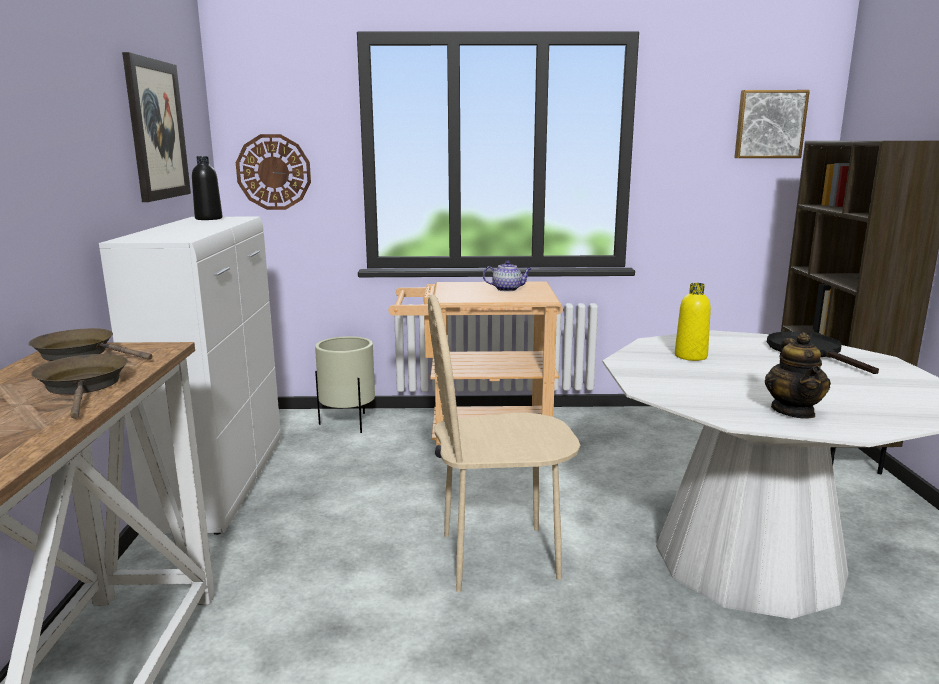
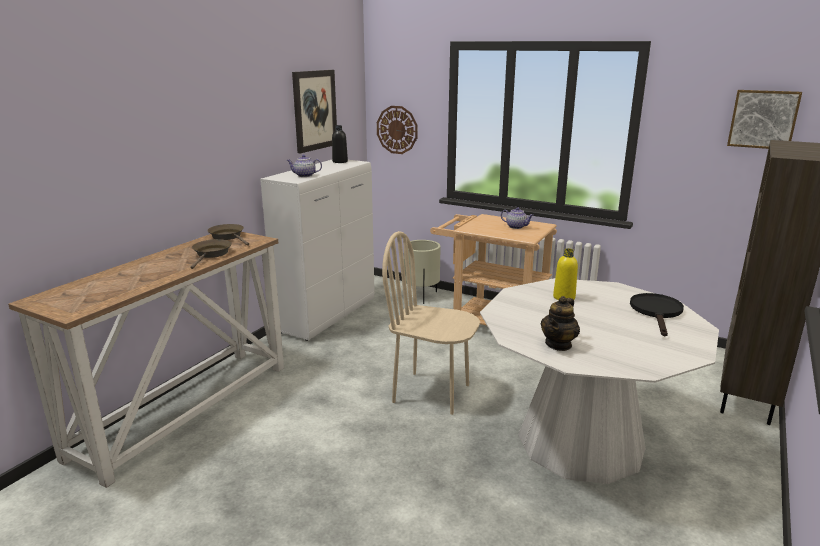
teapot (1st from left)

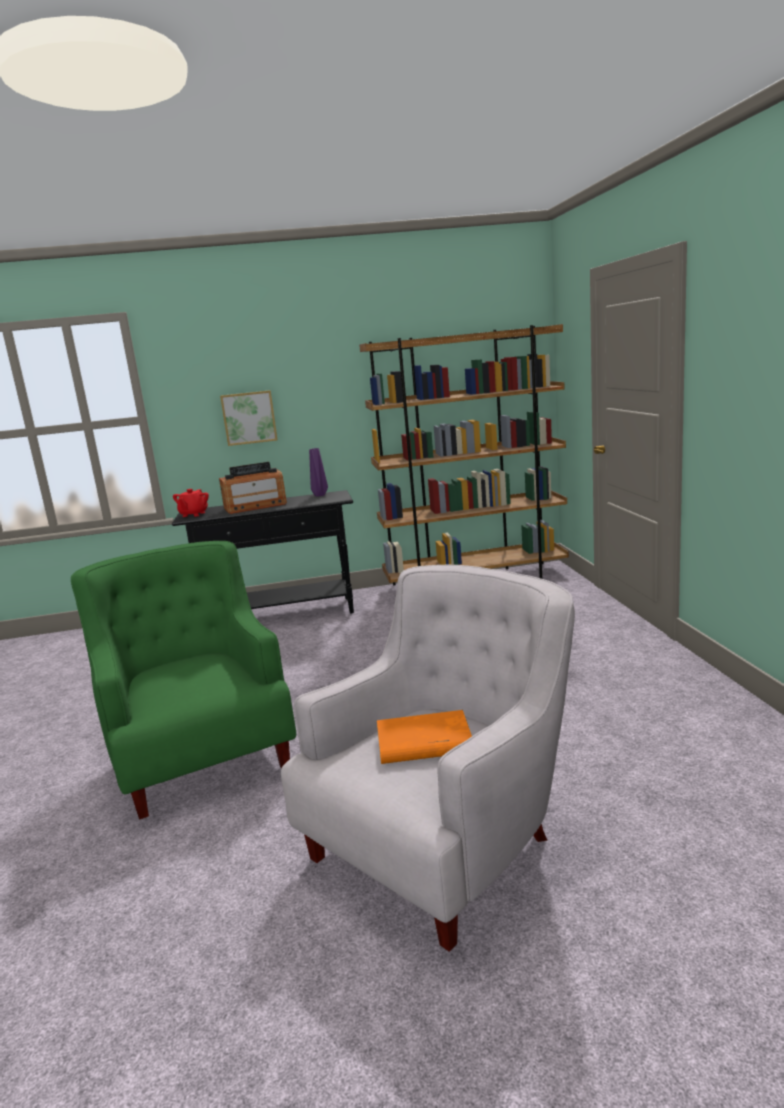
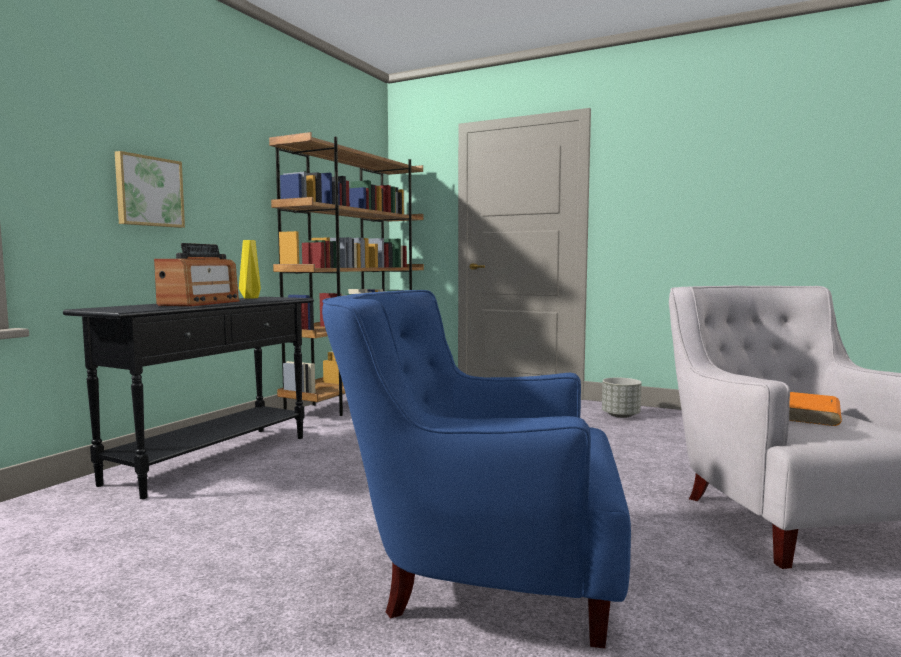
yellow flower vase; blue lounge chair; greyish planter; red teapot

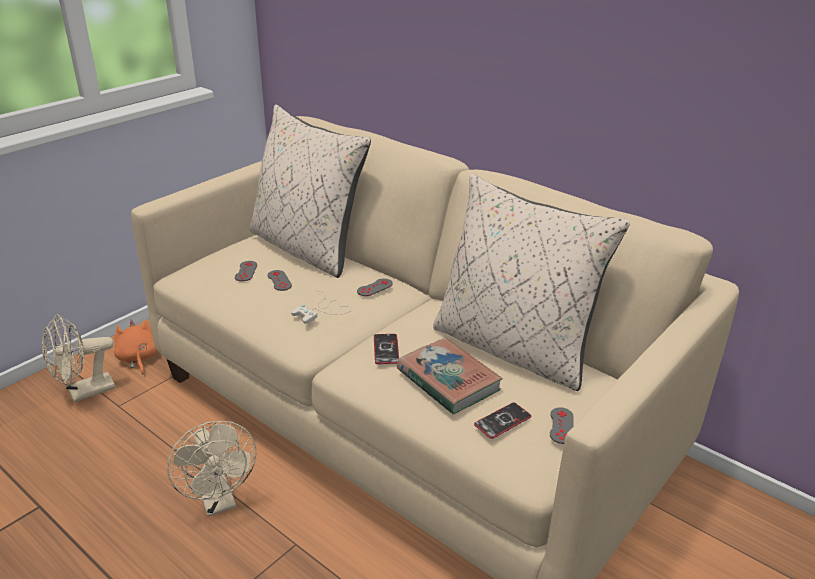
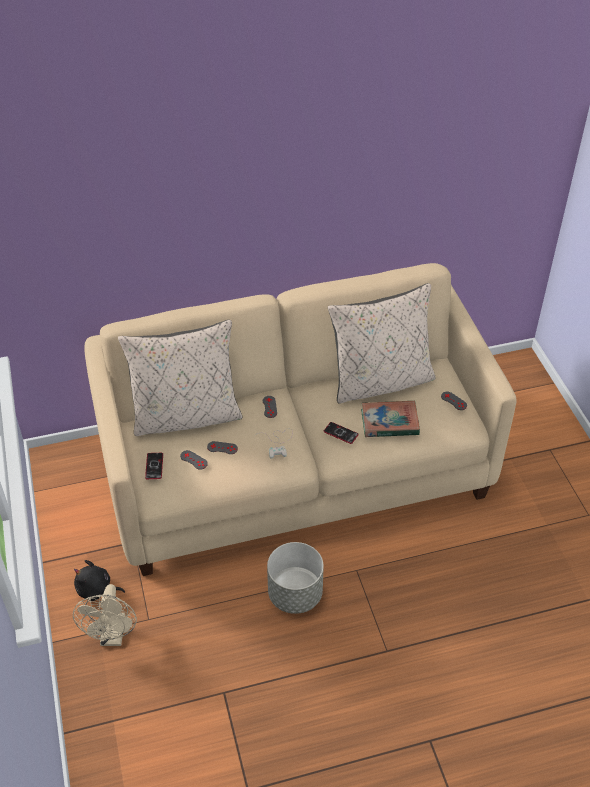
blackish cuddly toy; handset (1st from left); greyish planter

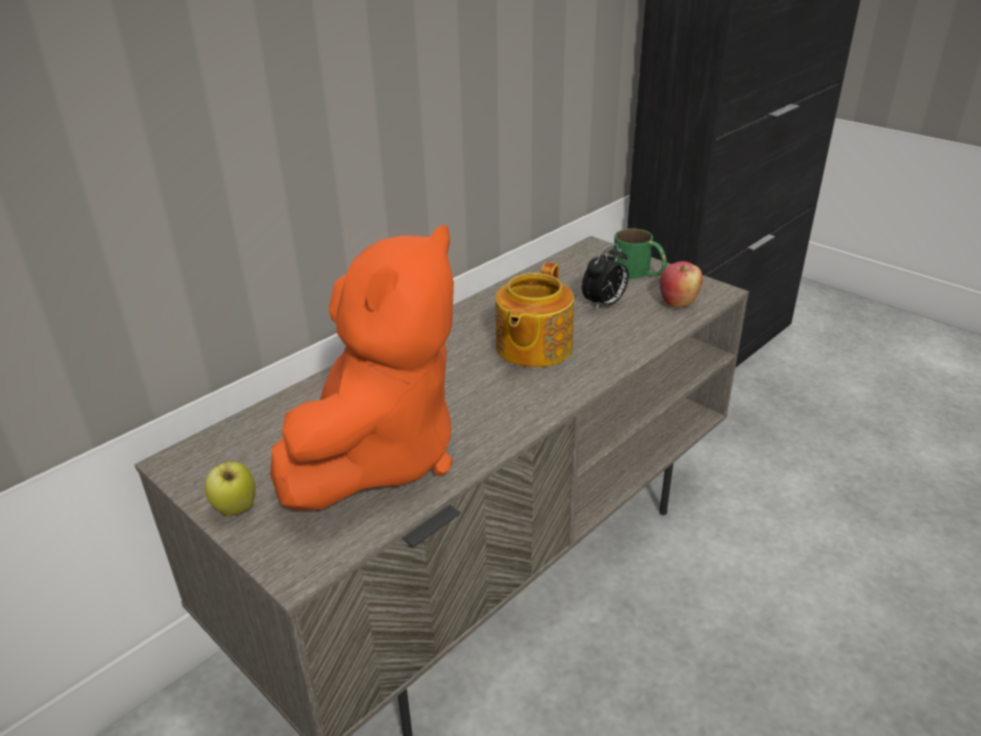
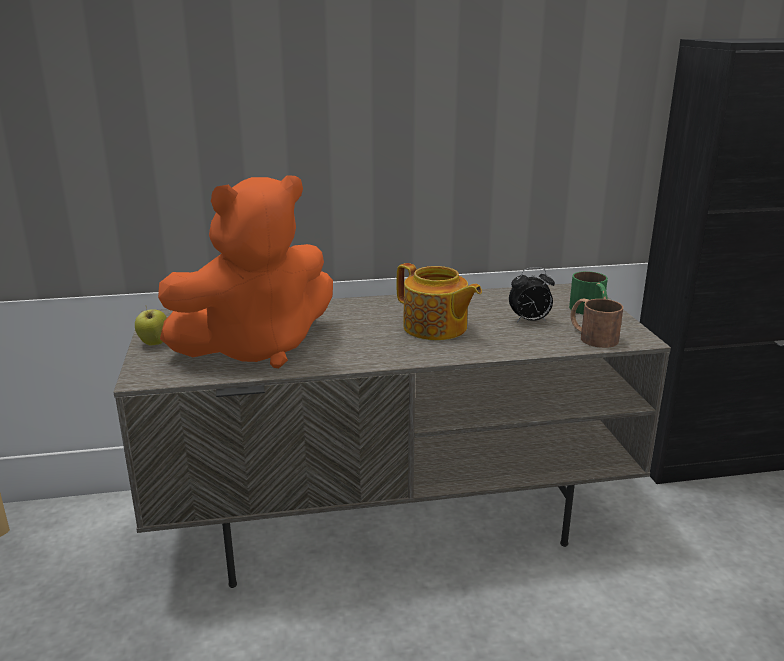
teapot; brown-coloured coffee mug

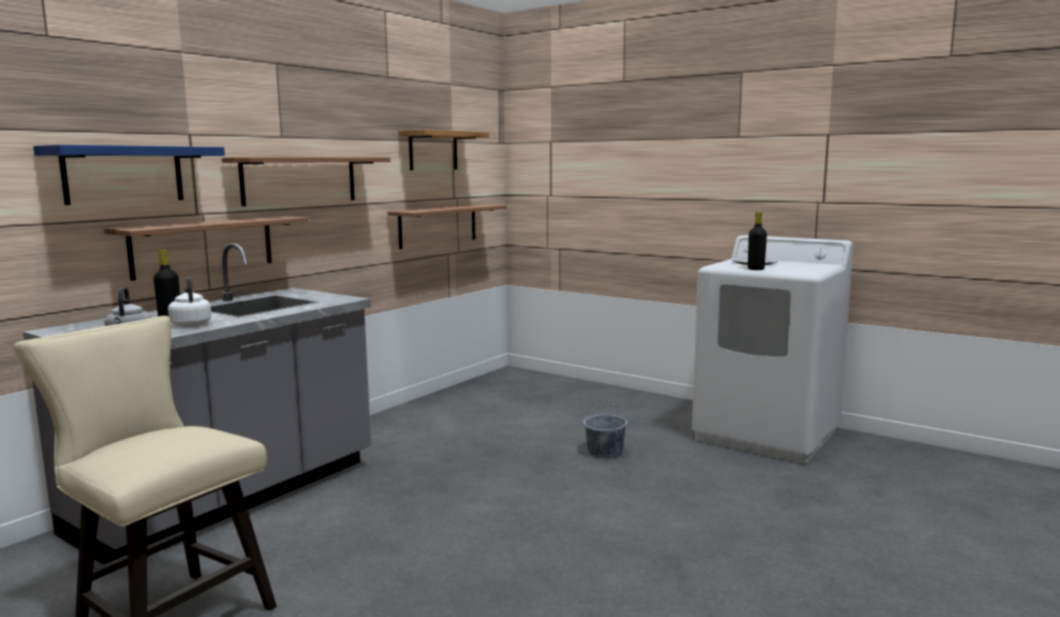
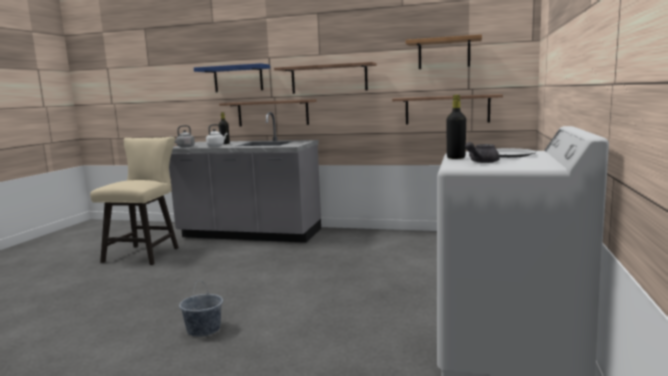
greyish pail; greyish teapot

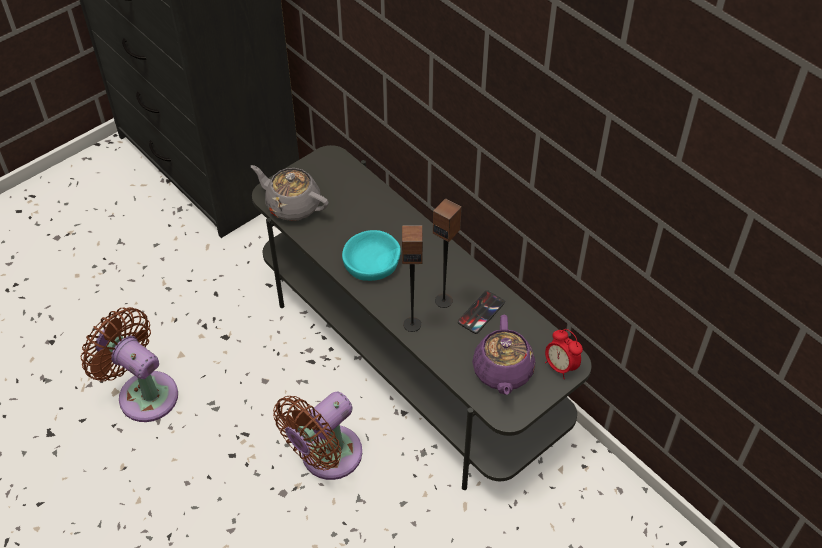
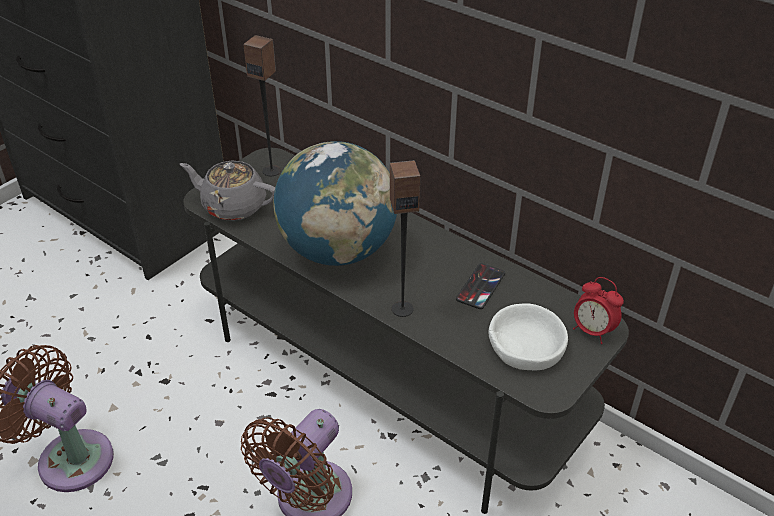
speaker (1st from left); globe; white-coloured deep dish

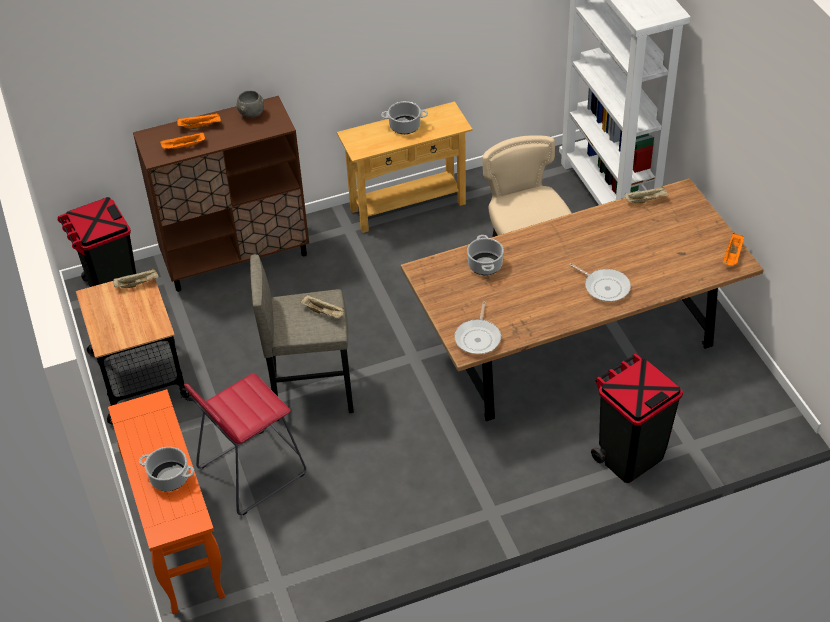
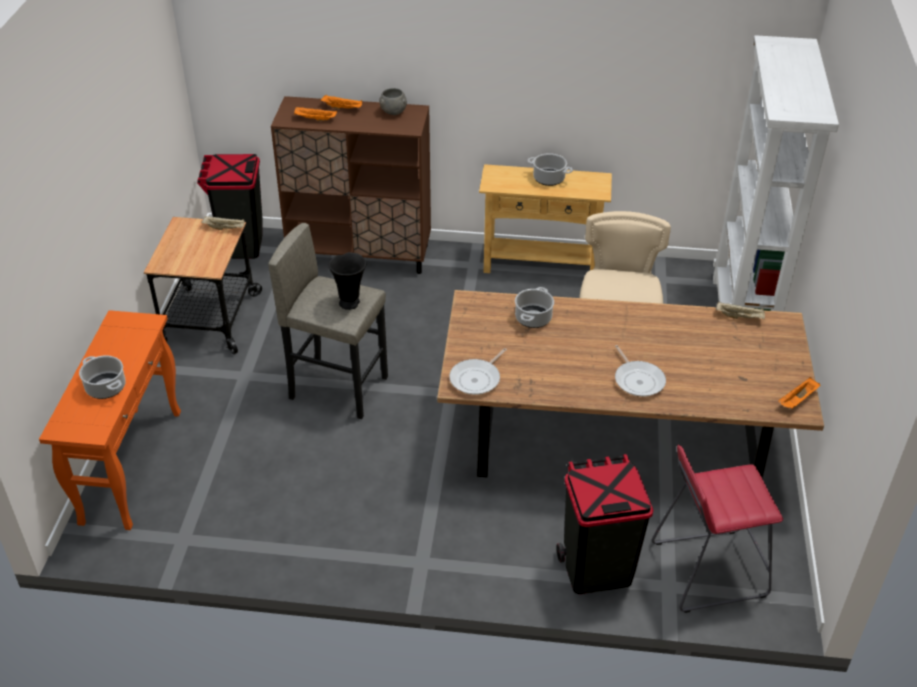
blackish flower vase; red stool seat

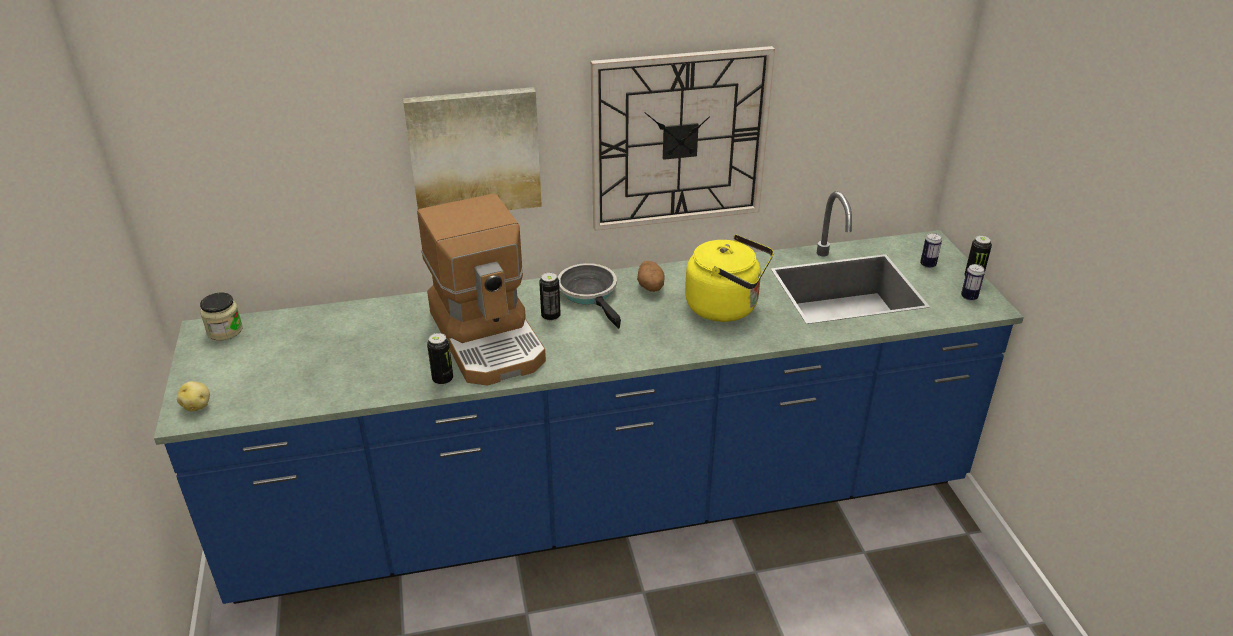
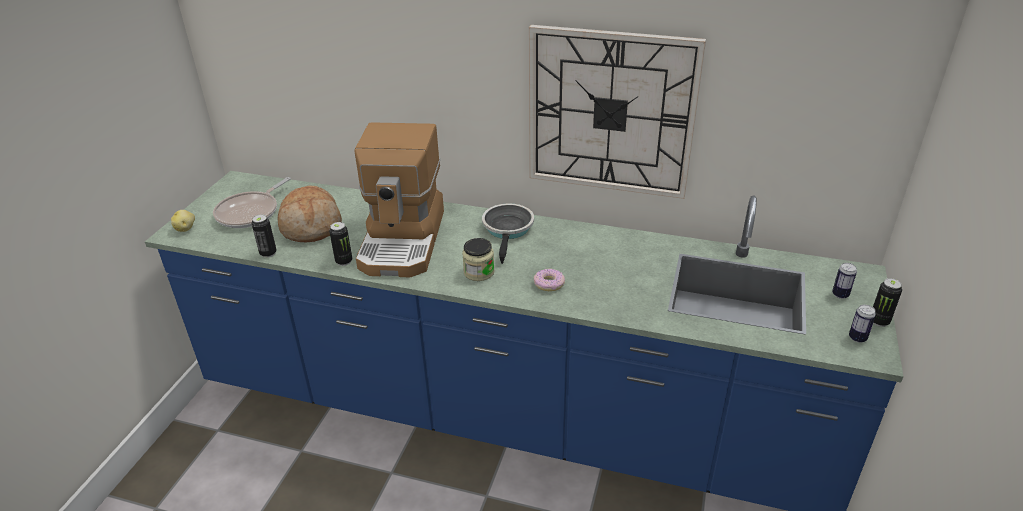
frying pan (1st from left); can (1st from left); baked bread; preserve jar; ring doughnut; picture; potato (2nd from left in the first image); yellow tea kettle

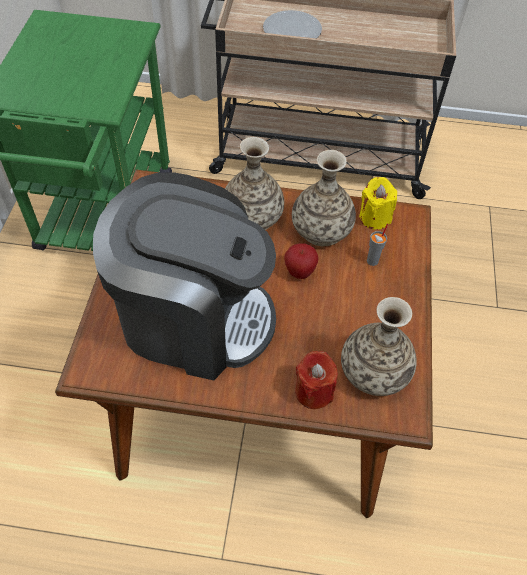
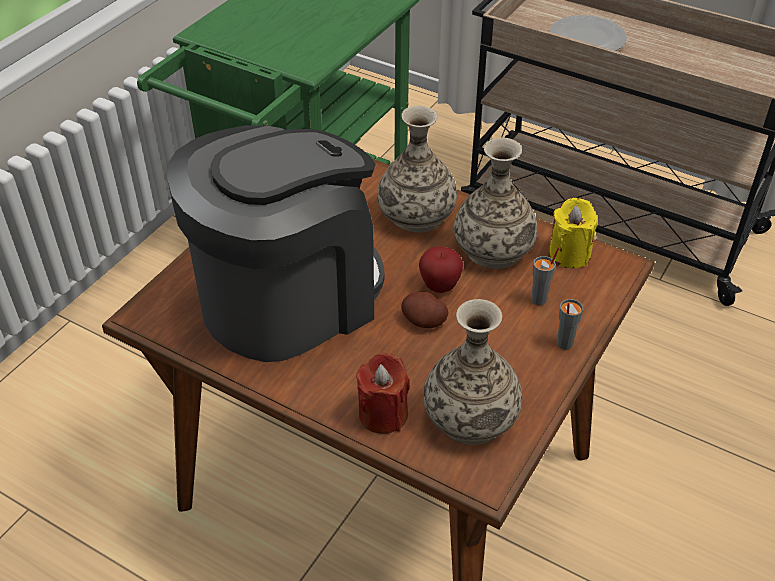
coffee brewer; potato; greyish cup (2nd from left)

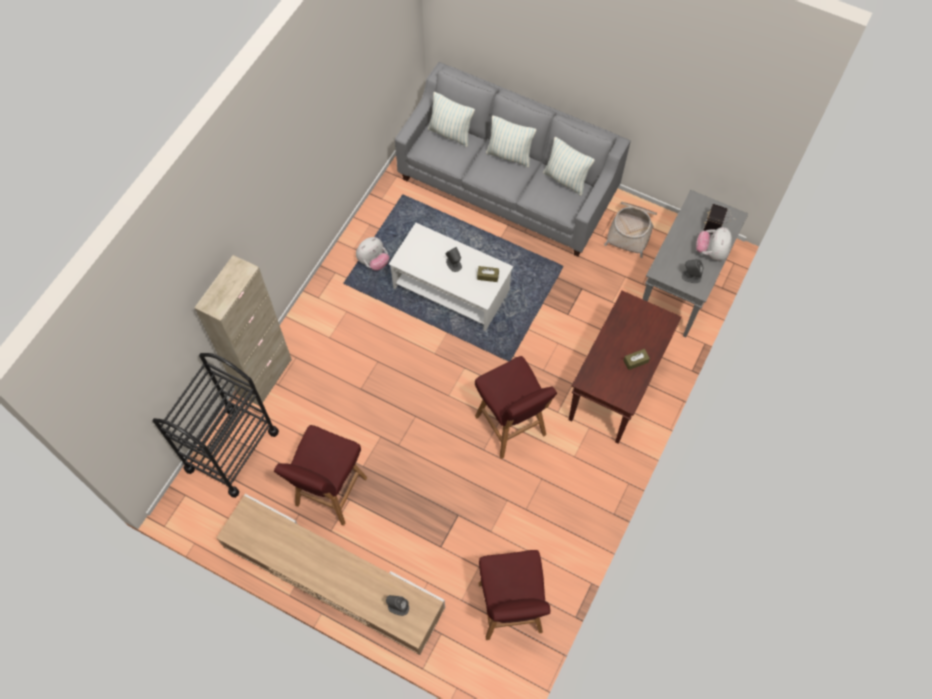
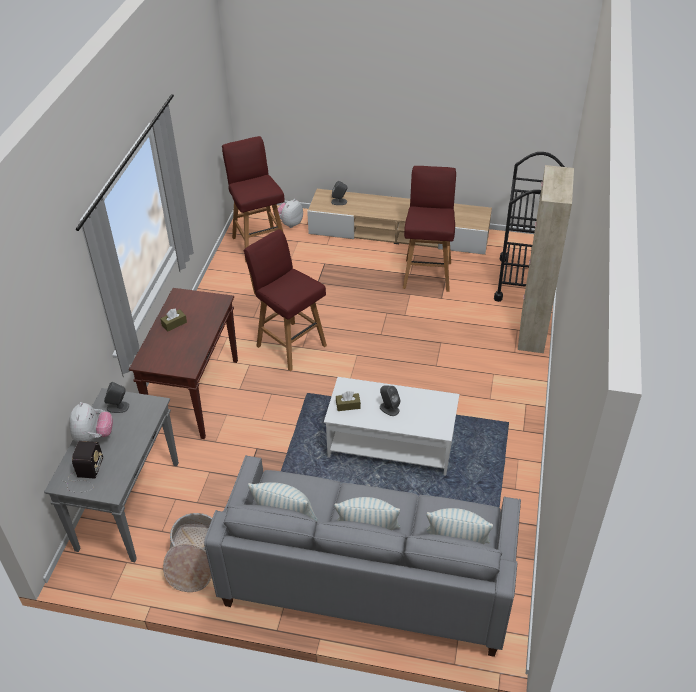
cuddly toy (2nd from left)

